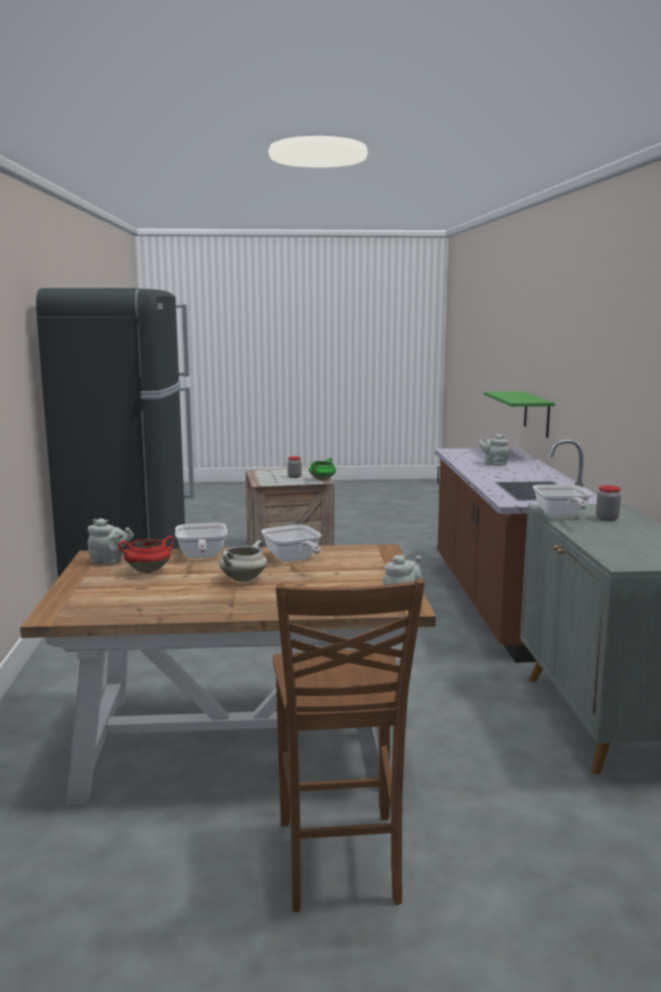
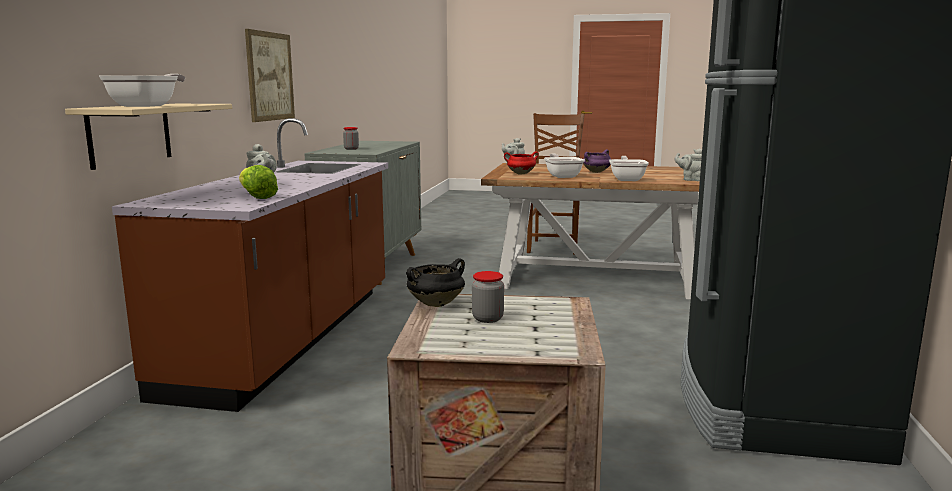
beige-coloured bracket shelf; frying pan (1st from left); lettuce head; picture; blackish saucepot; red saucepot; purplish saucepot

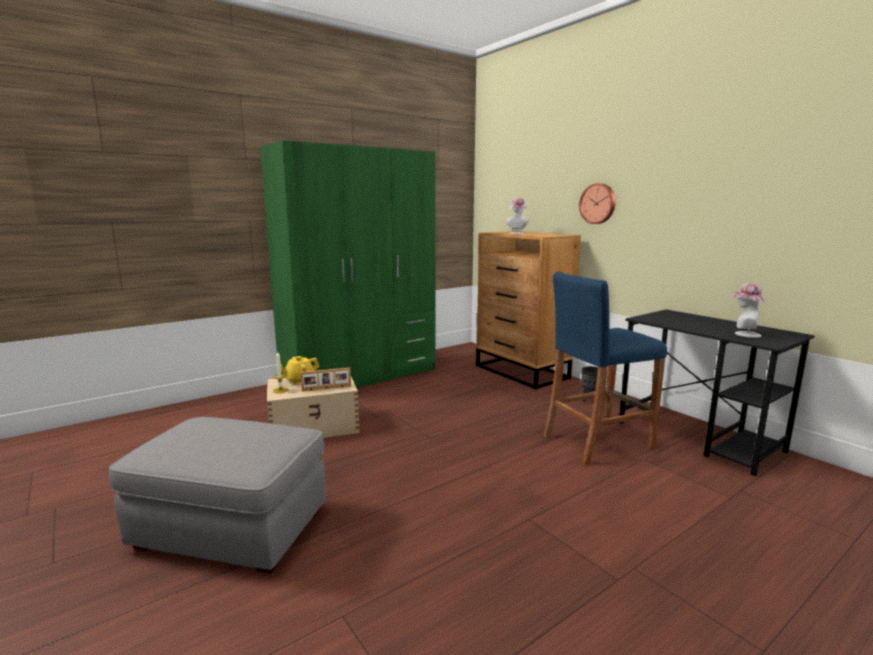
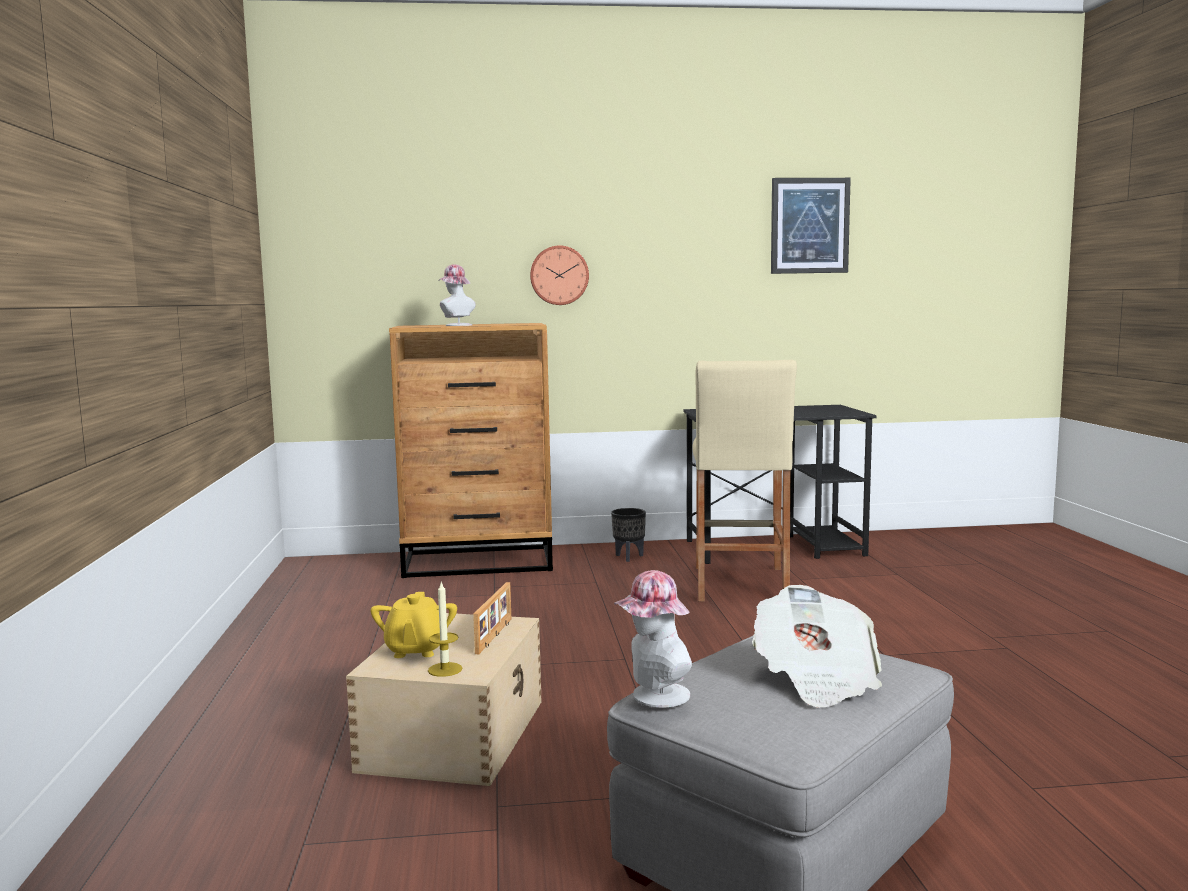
hat (2nd from left); beige-coloured stool seat; newspaper; picture; greenish wardrobe

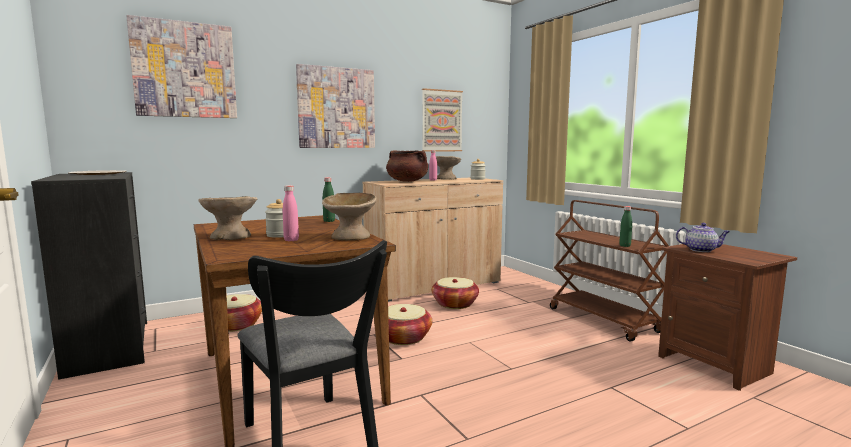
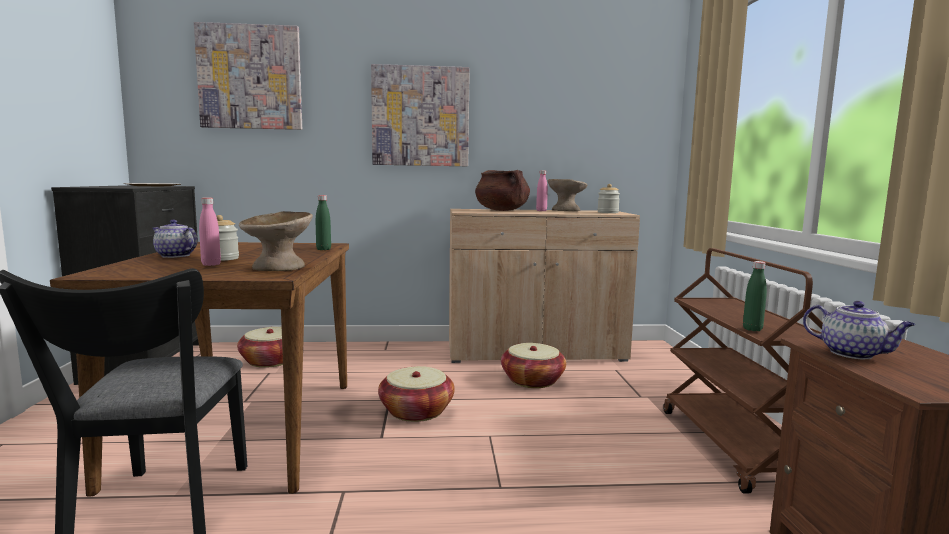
teapot (1st from left); picture (3rd from left in the first image)

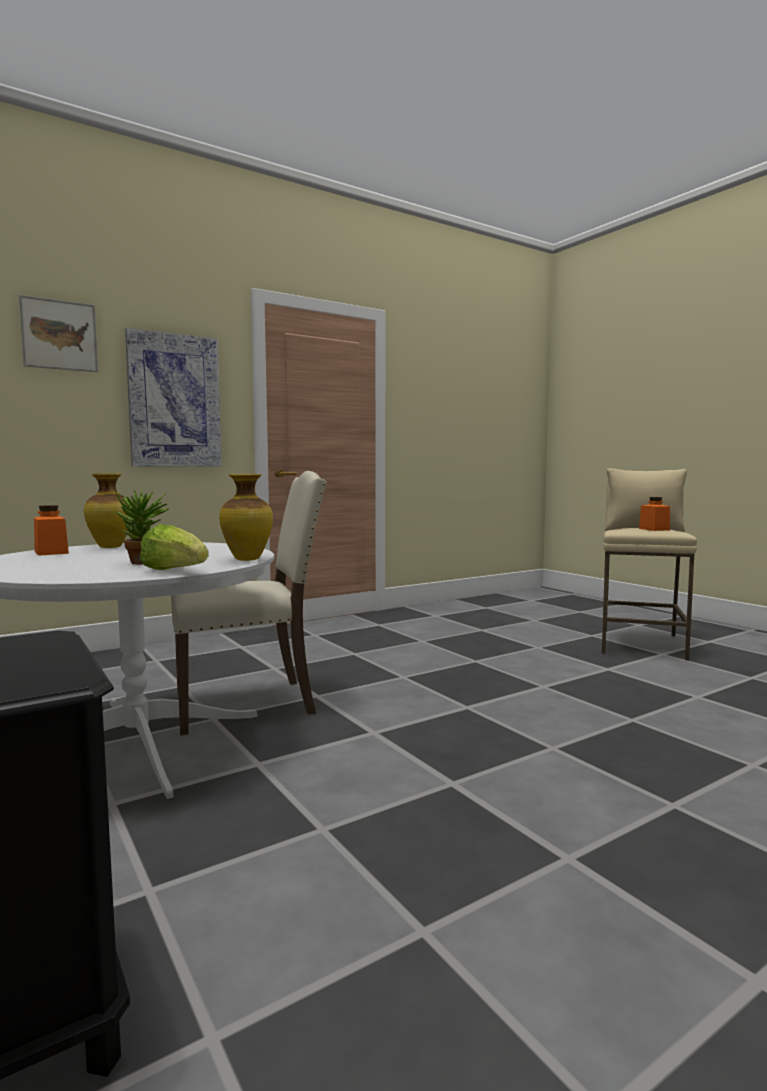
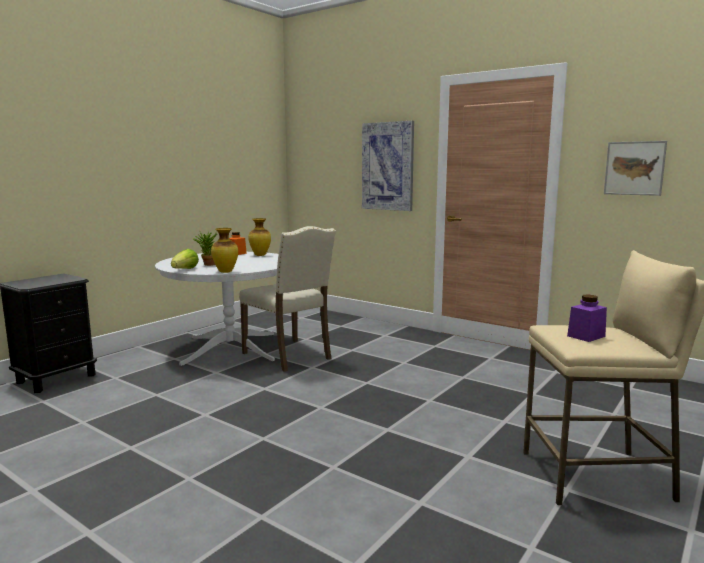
purplish preserve jar; picture (2nd from left)

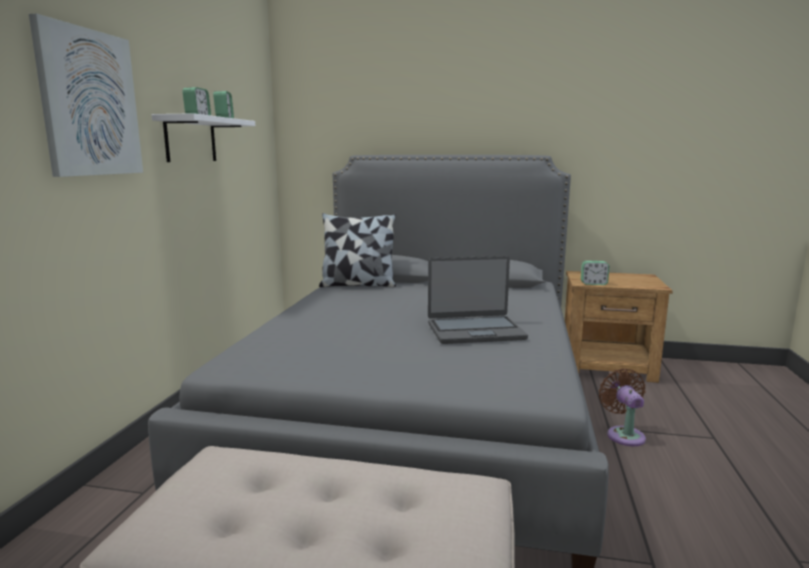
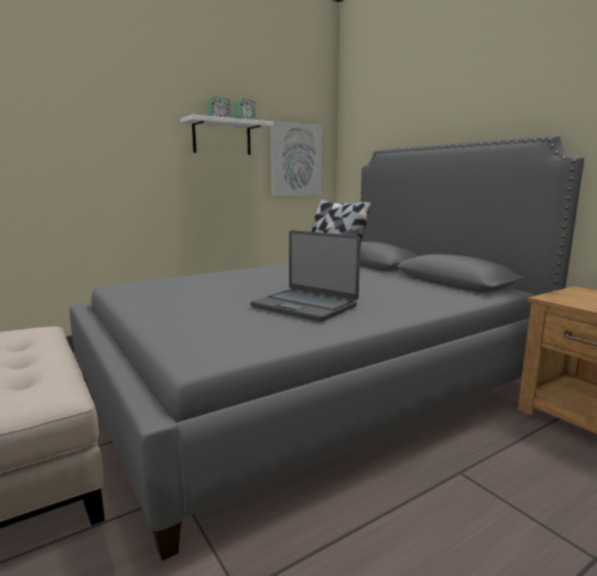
picture; alarm clock (3rd from left in the first image); brown-coloured electric fan

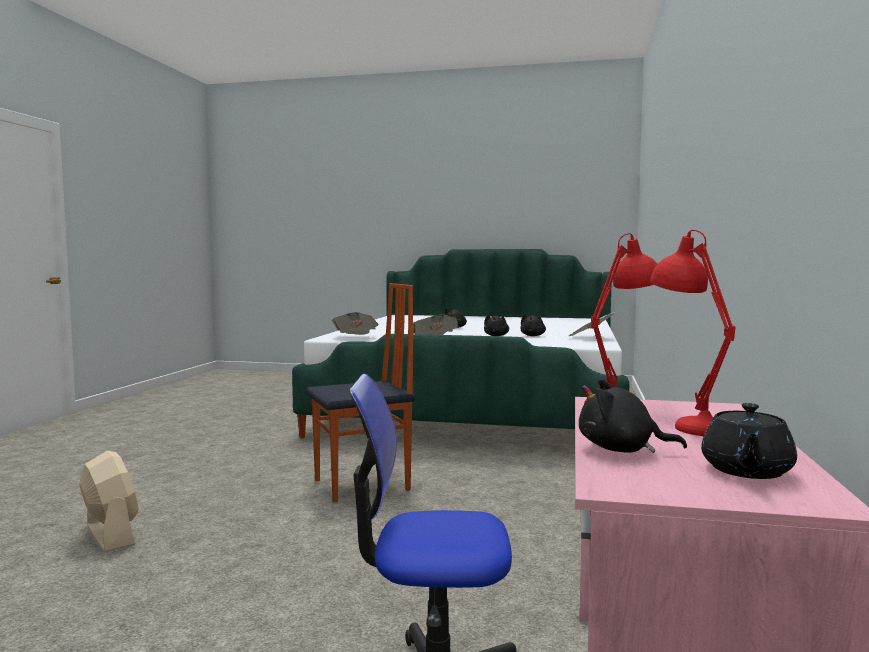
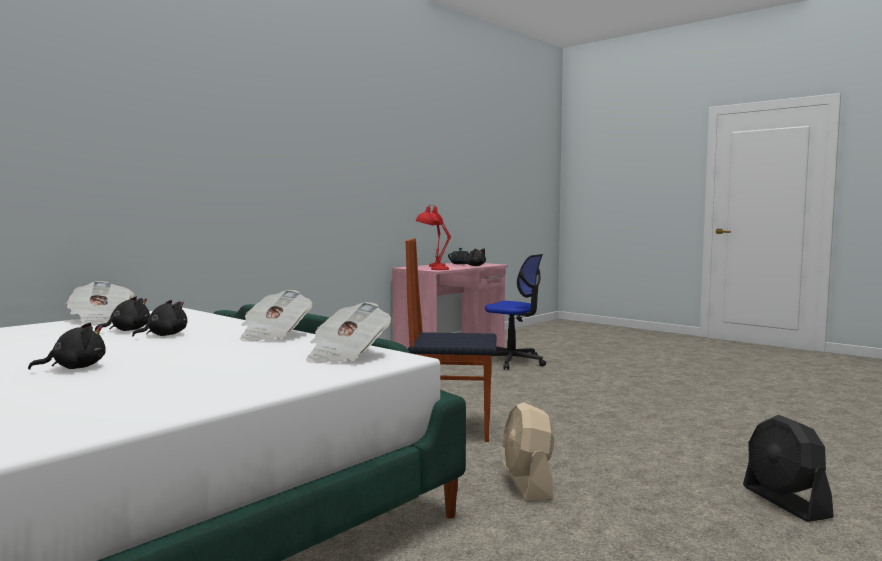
beige-coloured electric fan; blackish electric fan

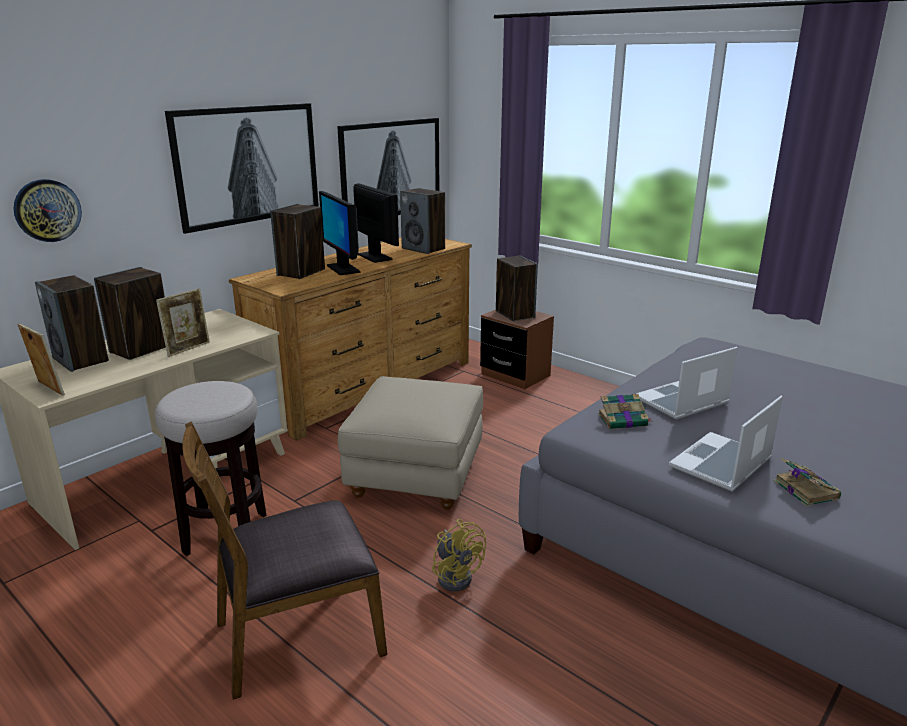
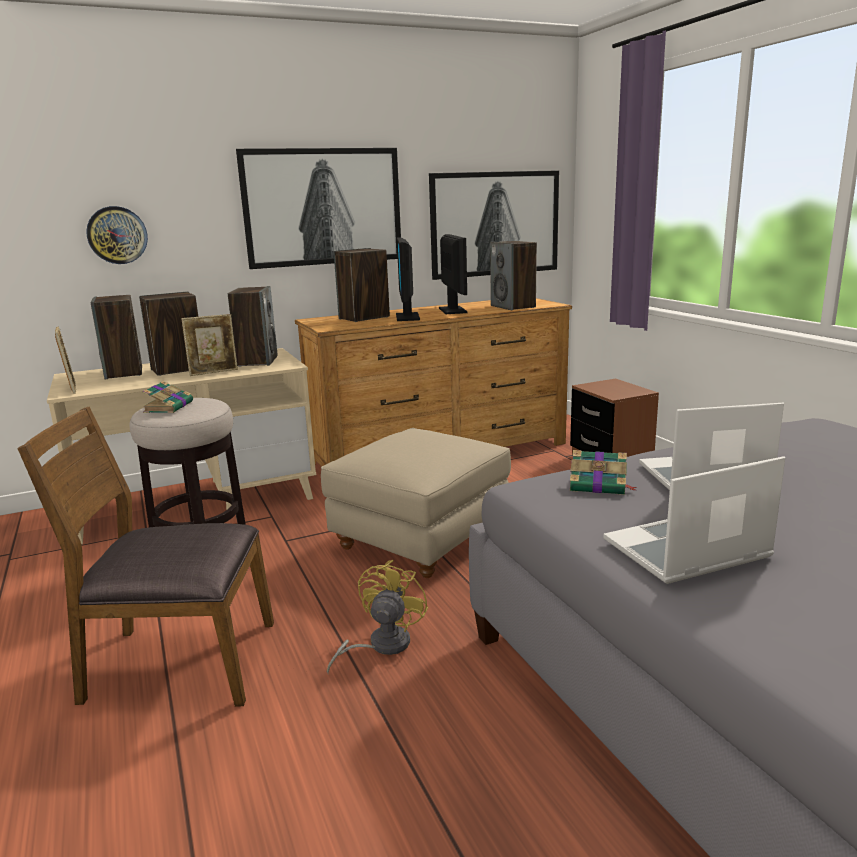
book (1st from left); speaker (3rd from left); yellow electric fan

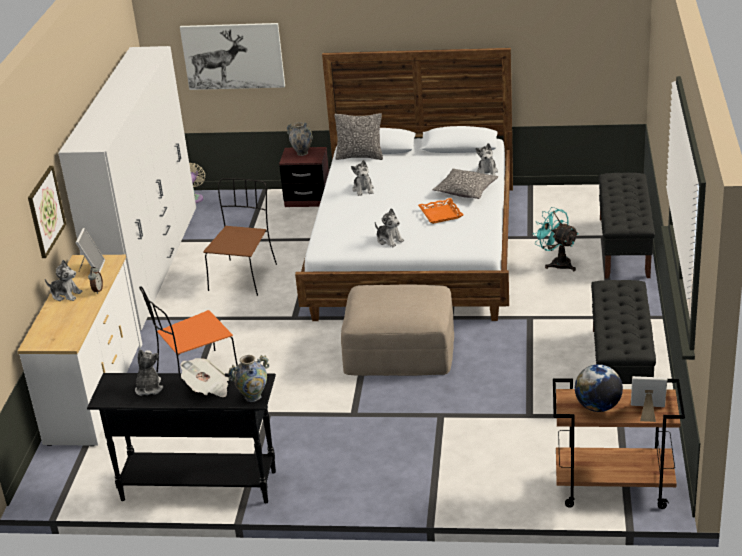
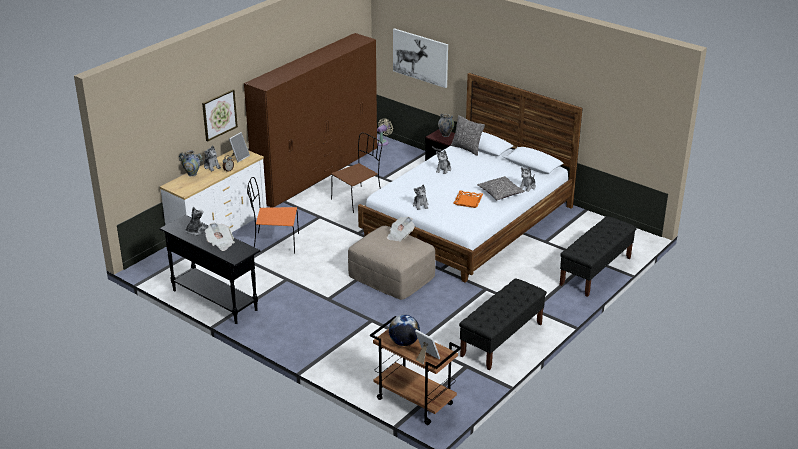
flower vase (1st from left); brown-coloured wardrobe; newspaper (2nd from left); blue-green electric fan

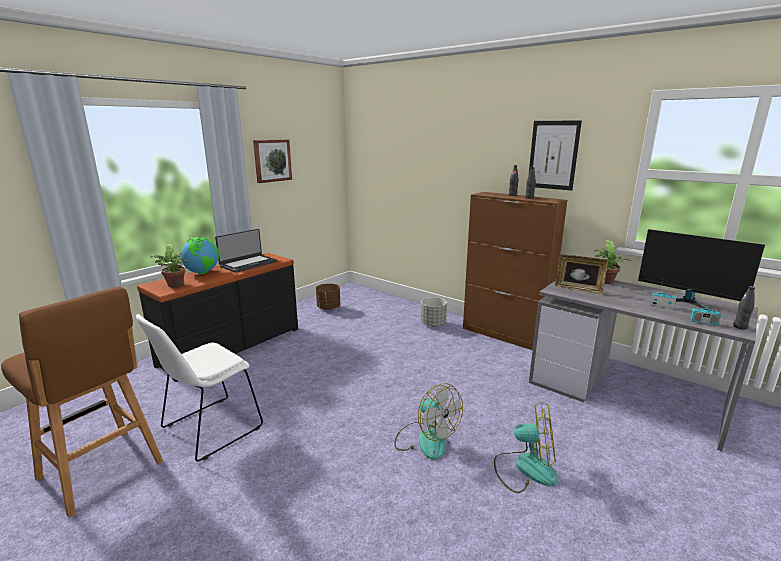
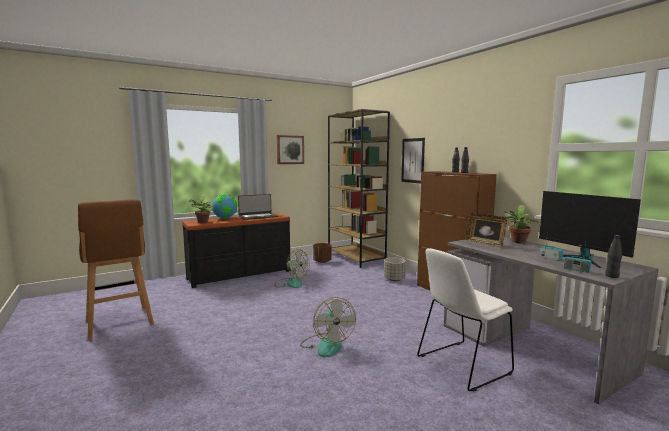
electric fan (1st from left); brown-coloured bookshelf; picture (2nd from left); white-coloured plain chair

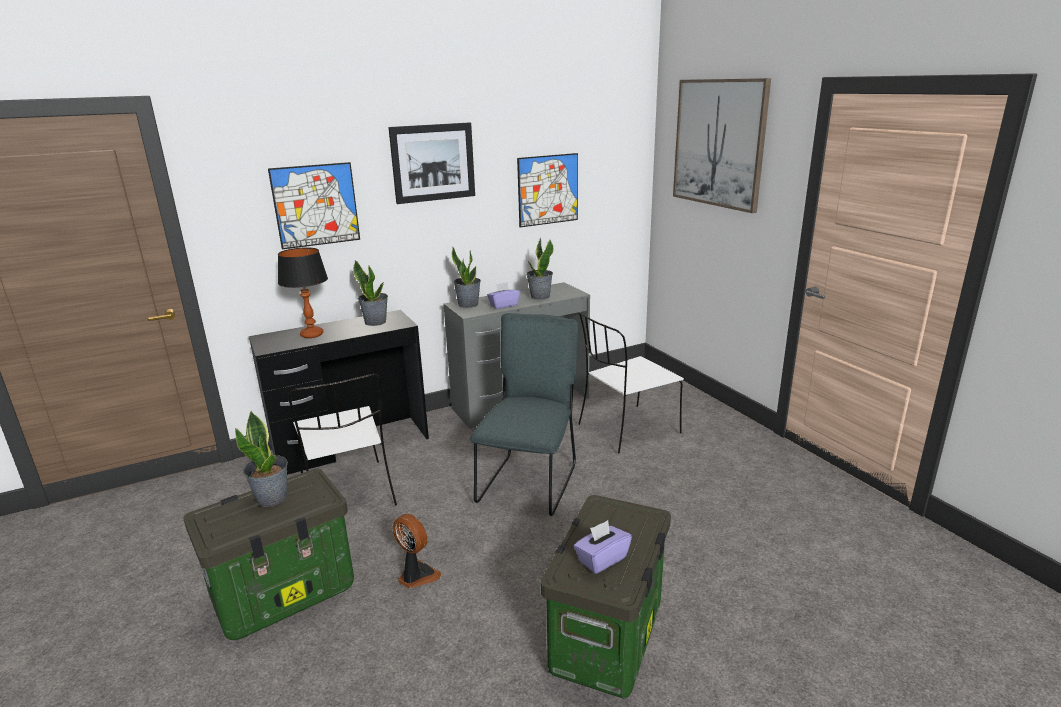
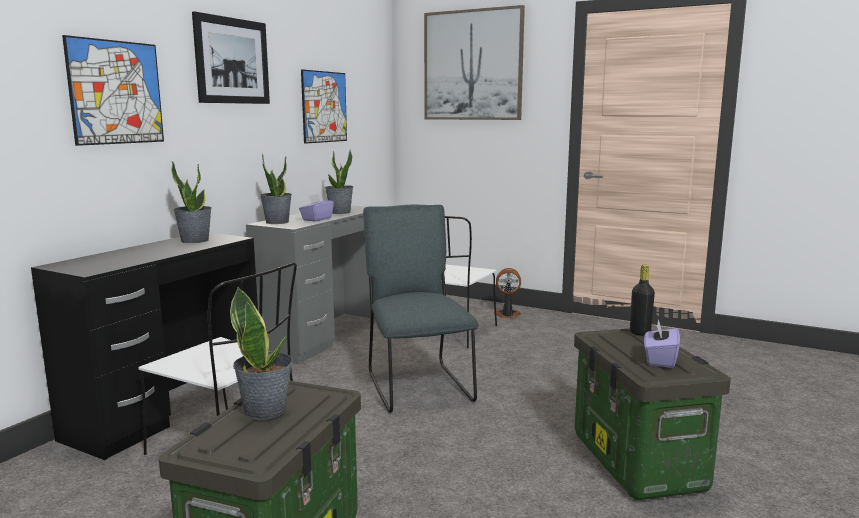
electric fan; blackish beverage bottle; lamp for a table

